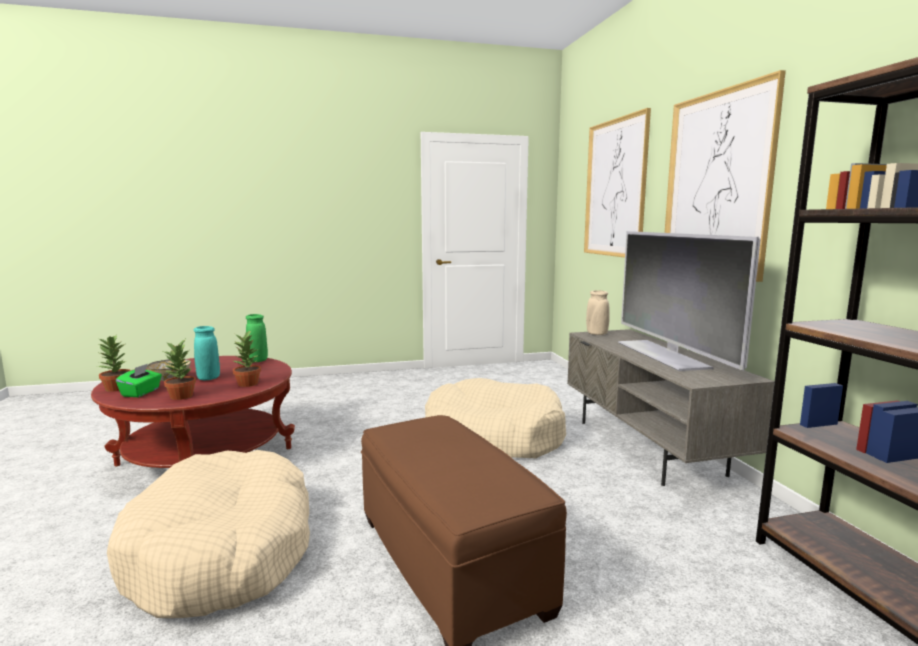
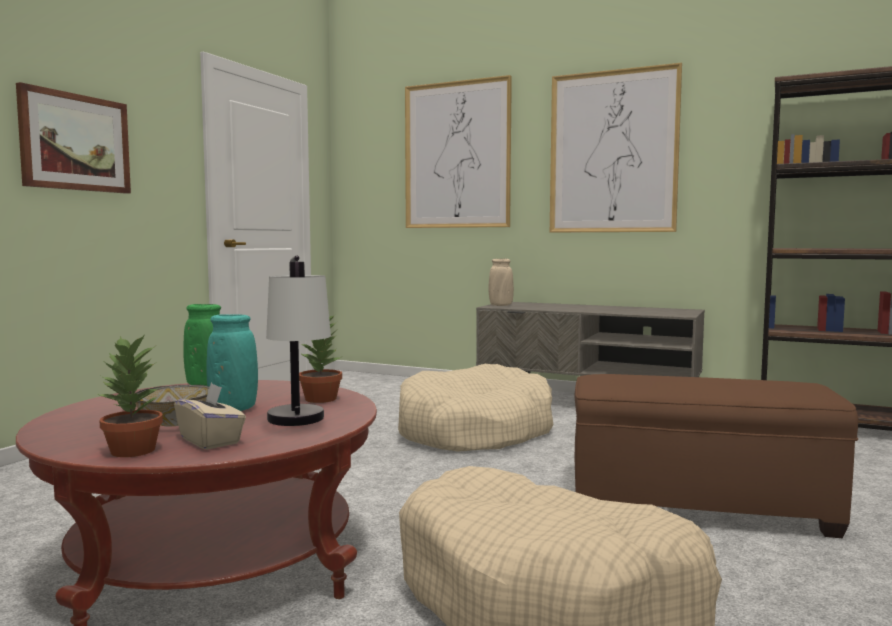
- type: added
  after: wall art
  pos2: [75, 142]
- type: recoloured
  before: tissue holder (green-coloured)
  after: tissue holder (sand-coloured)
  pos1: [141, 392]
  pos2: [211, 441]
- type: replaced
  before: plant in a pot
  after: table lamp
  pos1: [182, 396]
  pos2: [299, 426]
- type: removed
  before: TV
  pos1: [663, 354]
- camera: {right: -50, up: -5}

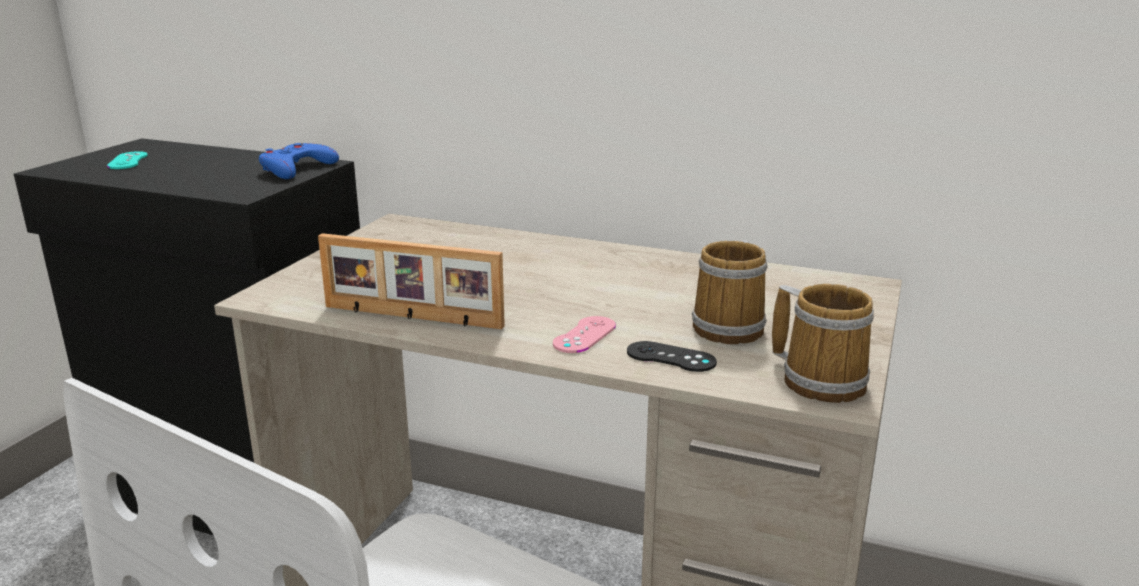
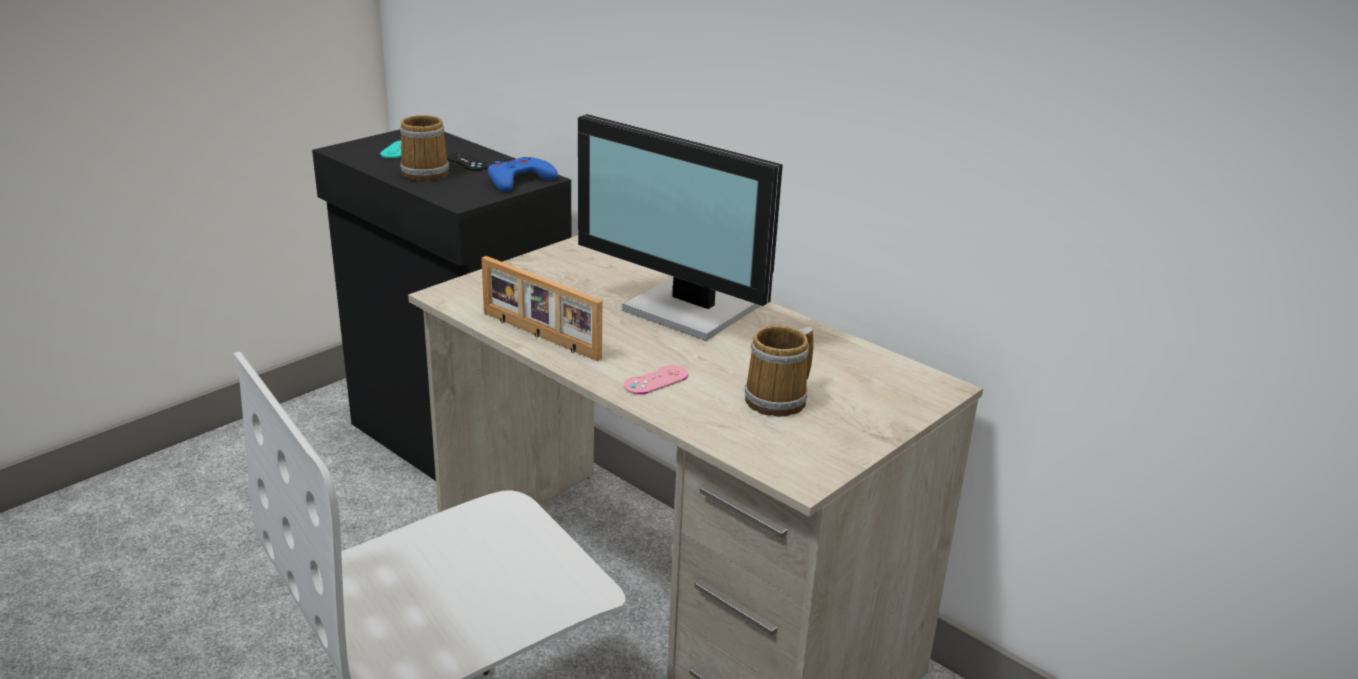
- type: moved
  before: coffee mug
  pos1: [821, 380]
  pos2: [426, 172]
- type: moved
  before: gamepad (black-coloured)
  pos1: [671, 357]
  pos2: [467, 162]
- type: added
  after: computer screen
  pos2: [691, 310]
- camera: {right: 20, up: 5}

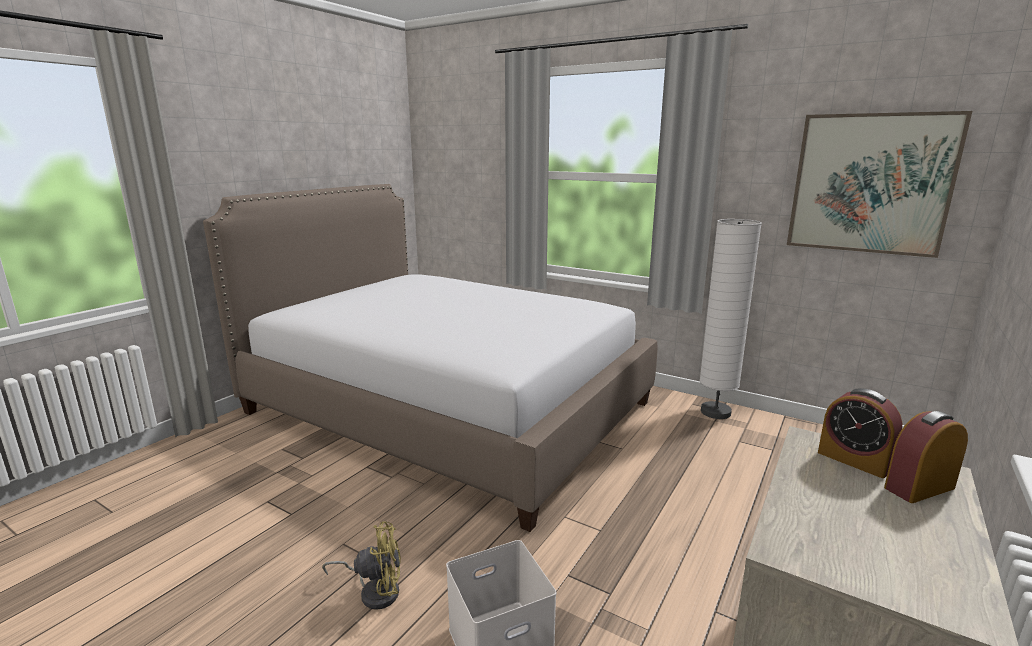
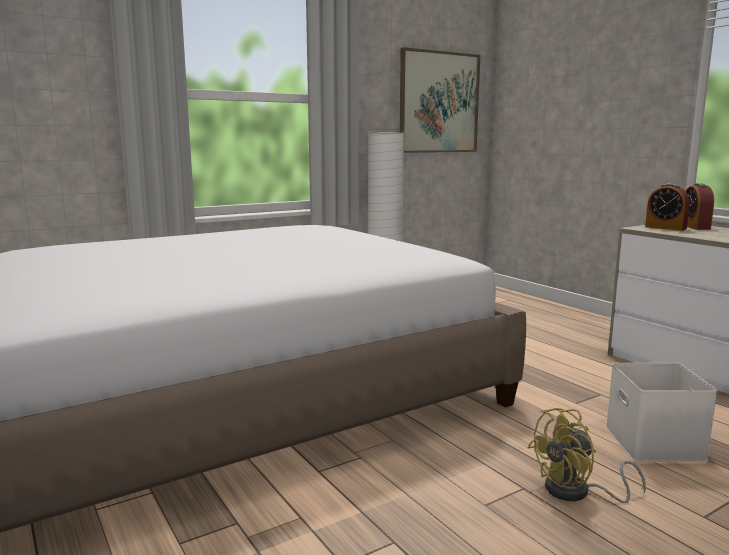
- type: turned
  before: cooling fan (yellowish)
  pos1: [375, 591]
  pos2: [577, 492]
  turn: -135
- type: turned
  before: alarm clock
  pos1: [854, 460]
  pos2: [665, 228]
  turn: 60
- camera: {right: -65, up: -5}

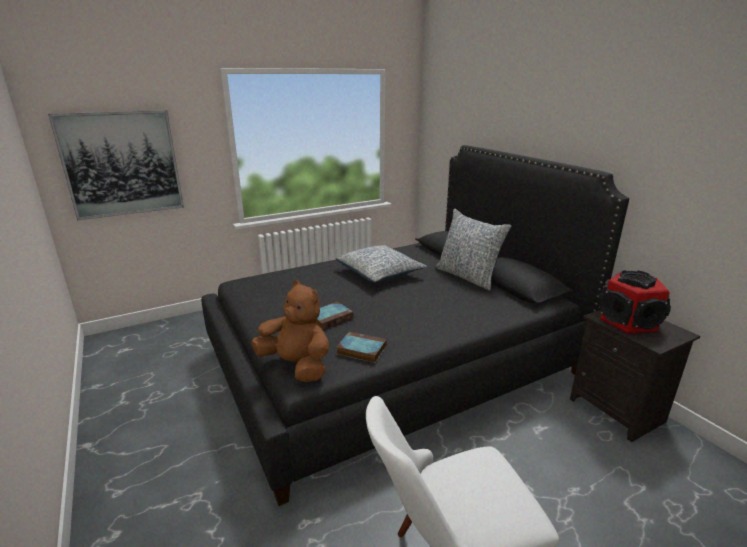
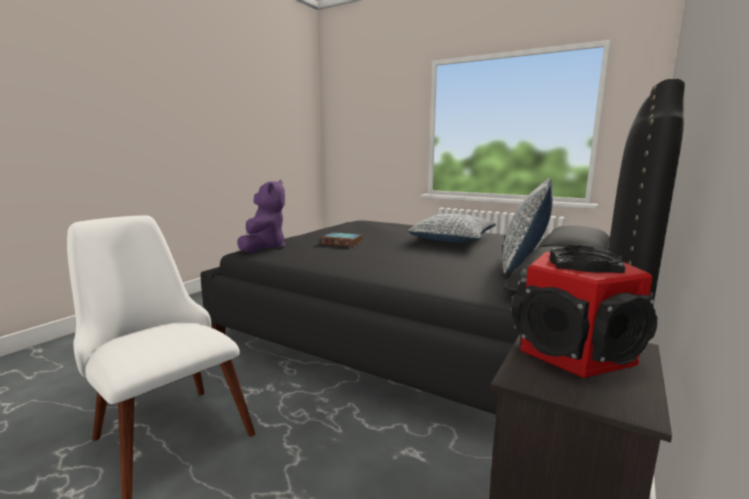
- type: recoloured
  before: cuddly toy (brown)
  after: cuddly toy (purple-coloured)
  pos1: [296, 366]
  pos2: [264, 247]
- type: removed
  before: wall art
  pos1: [122, 164]
- type: removed
  before: book
  pos1: [360, 350]
- camera: {right: 60, up: -10}

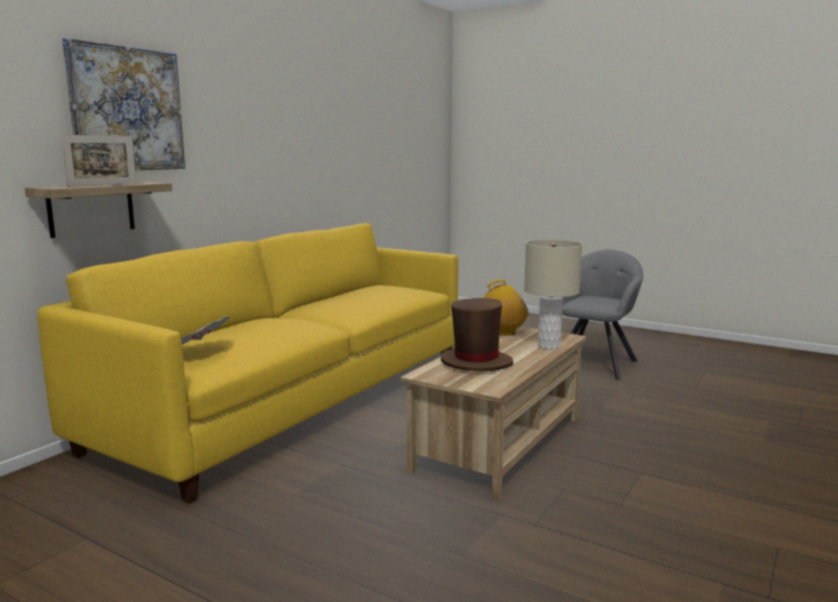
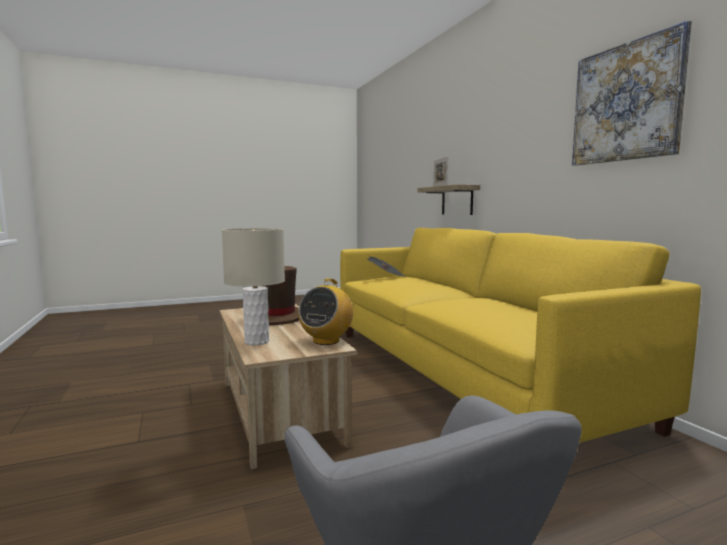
- type: moved
  before: wall art
  pos1: [127, 109]
  pos2: [626, 102]
- camera: {right: 125, up: -5}

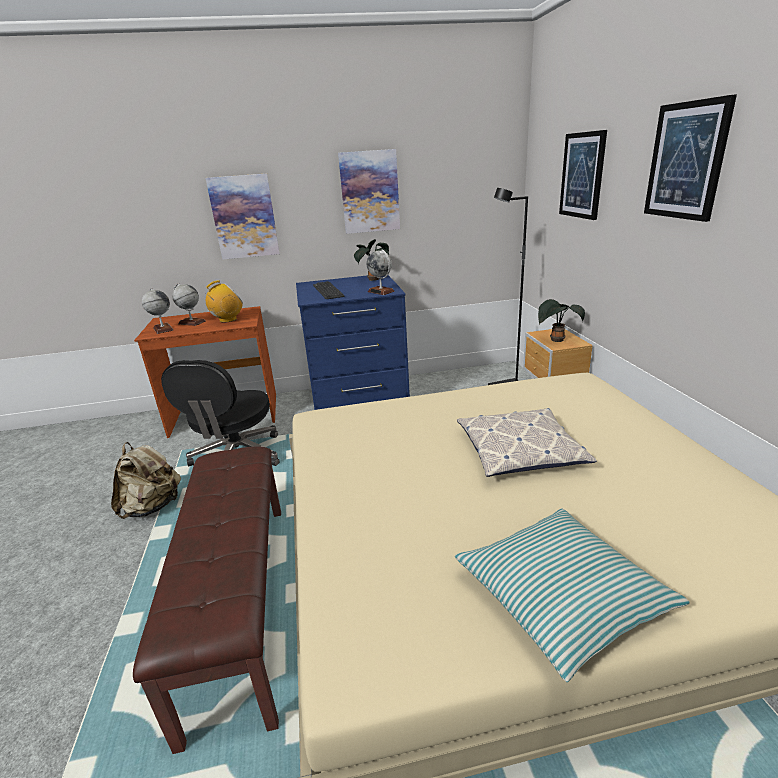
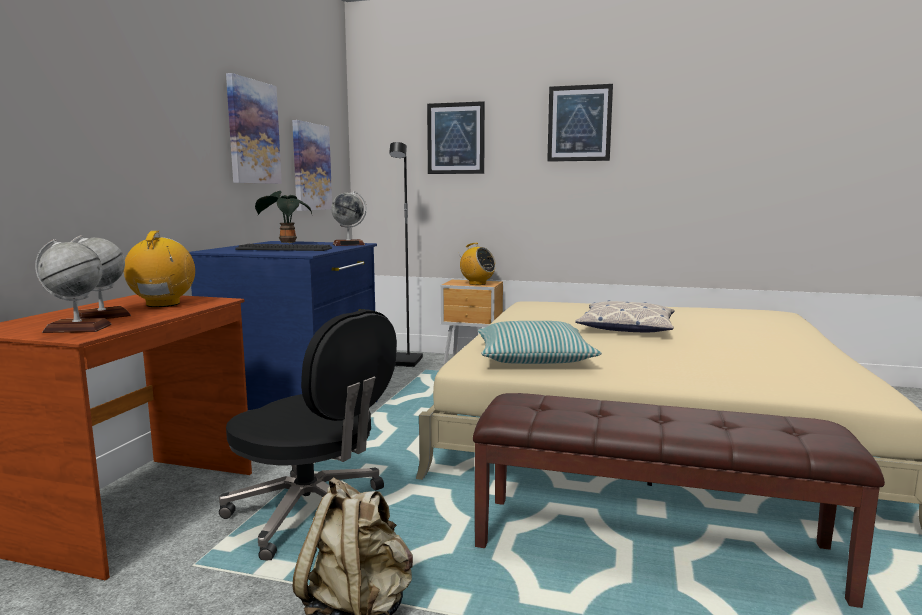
- type: moved
  before: wall art
  pos1: [244, 217]
  pos2: [311, 167]
- type: replaced
  before: plant in a pot
  after: radio receiver
  pos1: [556, 341]
  pos2: [477, 283]
- type: moved
  before: cushion
  pos1: [561, 595]
  pos2: [533, 358]
- camera: {right: -65, up: -15}

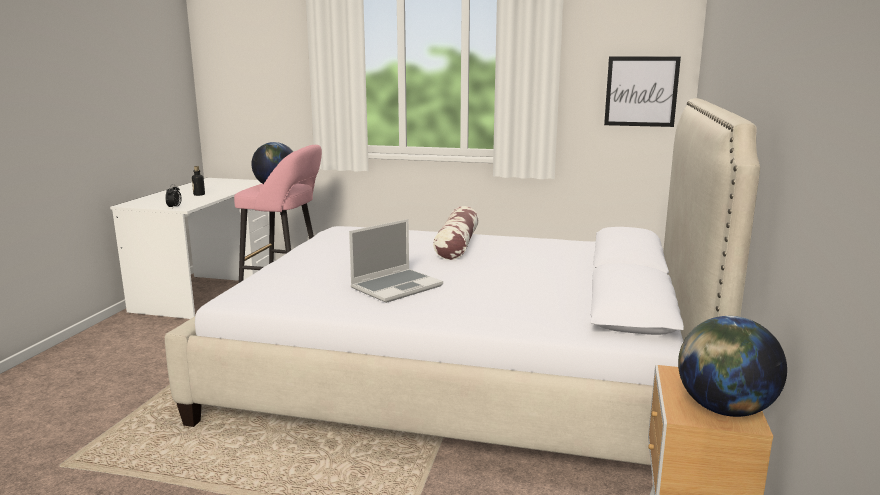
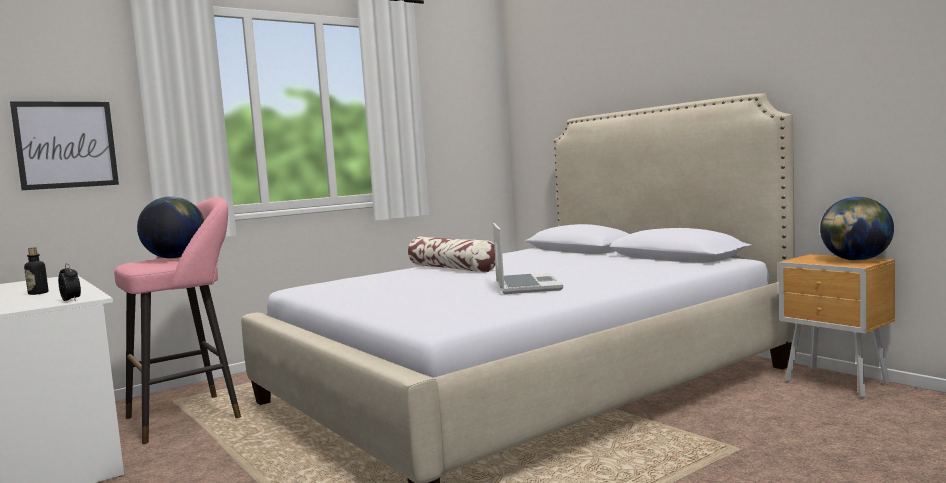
- type: moved
  before: wall art
  pos1: [641, 91]
  pos2: [66, 144]
- camera: {right: -50, up: -10}

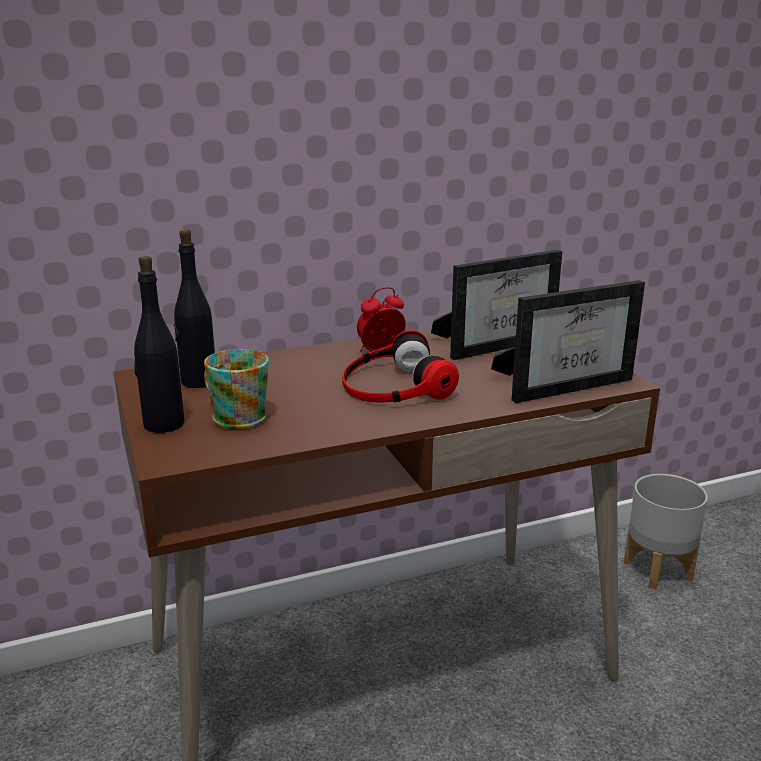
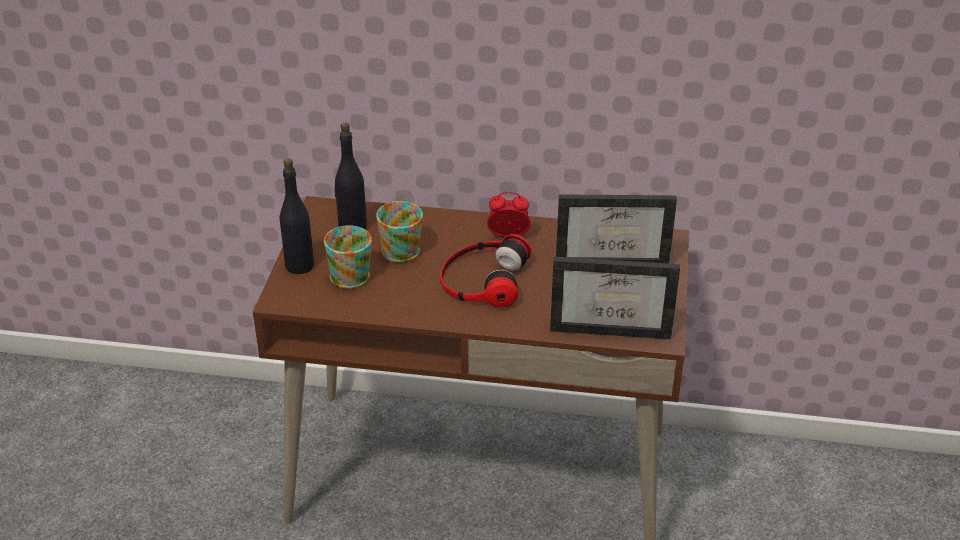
- type: added
  after: coffee mug
  pos2: [404, 248]
- type: removed
  before: flower pot (gray)
  pos1: [659, 569]
- camera: {right: 30, up: 15}

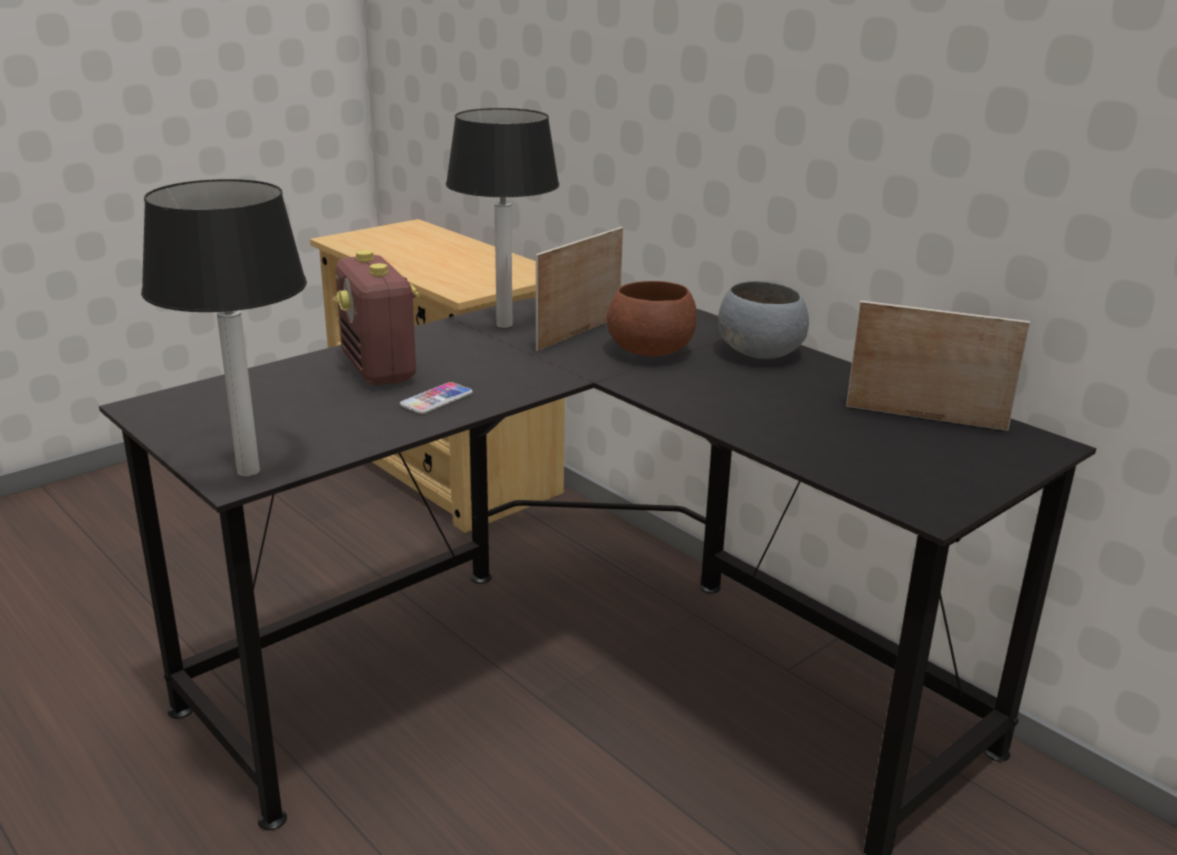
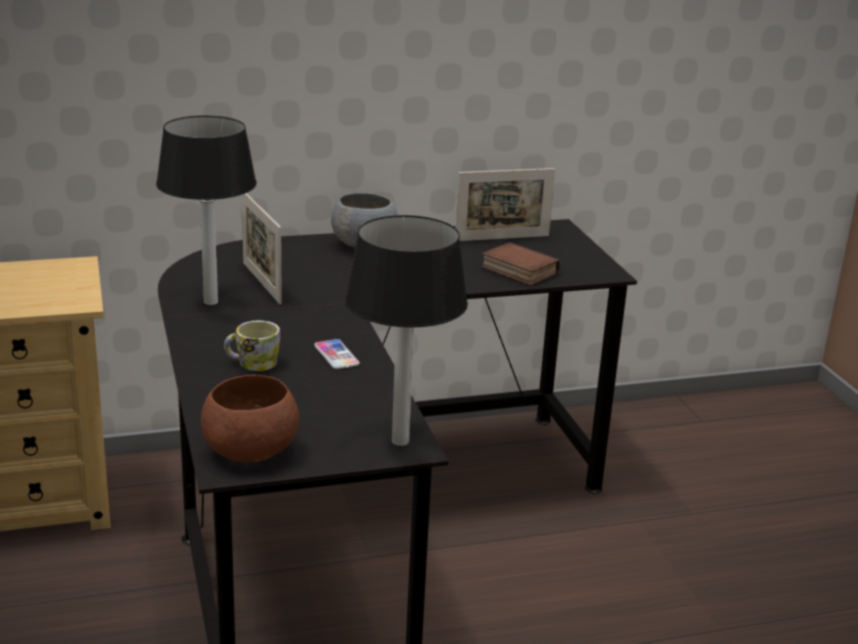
- type: moved
  before: bowl (brown)
  pos1: [650, 350]
  pos2: [249, 451]
- type: replaced
  before: radio receiver
  after: coffee mug
  pos1: [379, 369]
  pos2: [252, 363]
- type: turned
  before: photo frame
  pos1: [925, 418]
  pos2: [502, 238]
  turn: -150
- type: added
  after: book
  pos2: [517, 271]
- camera: {right: -65, up: 0}

